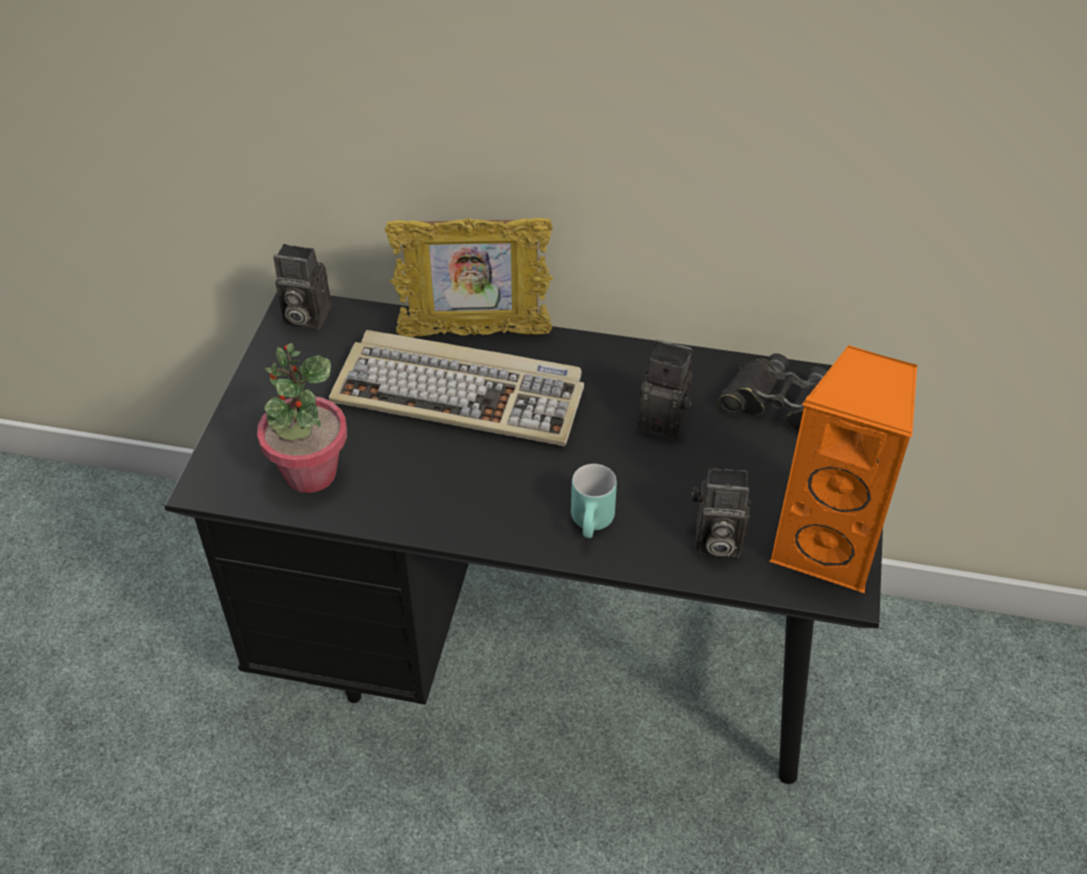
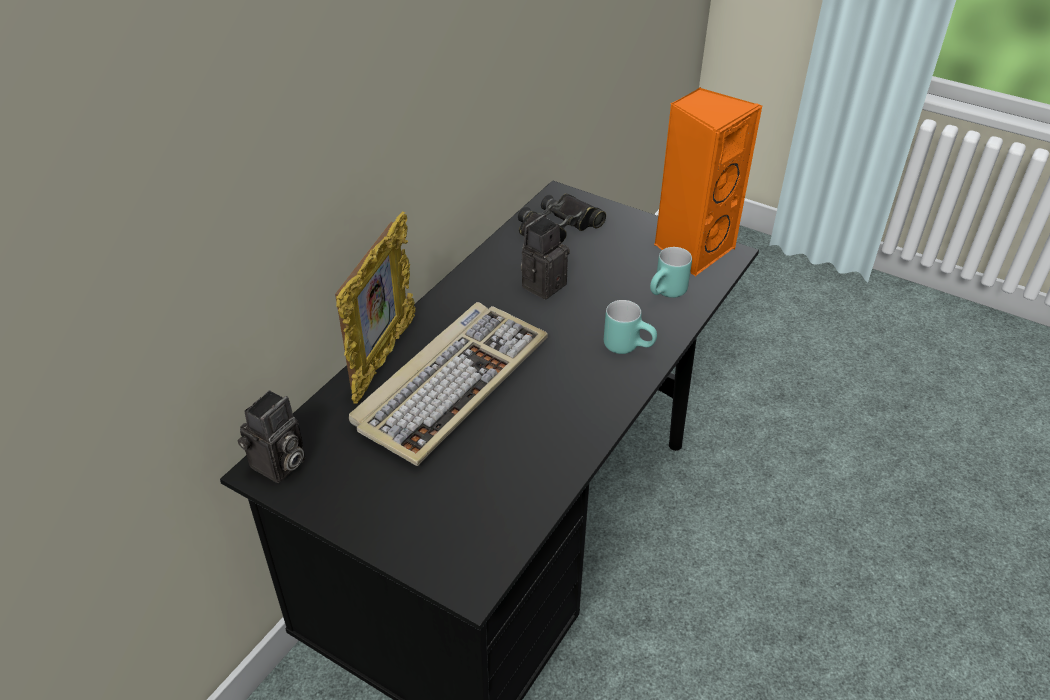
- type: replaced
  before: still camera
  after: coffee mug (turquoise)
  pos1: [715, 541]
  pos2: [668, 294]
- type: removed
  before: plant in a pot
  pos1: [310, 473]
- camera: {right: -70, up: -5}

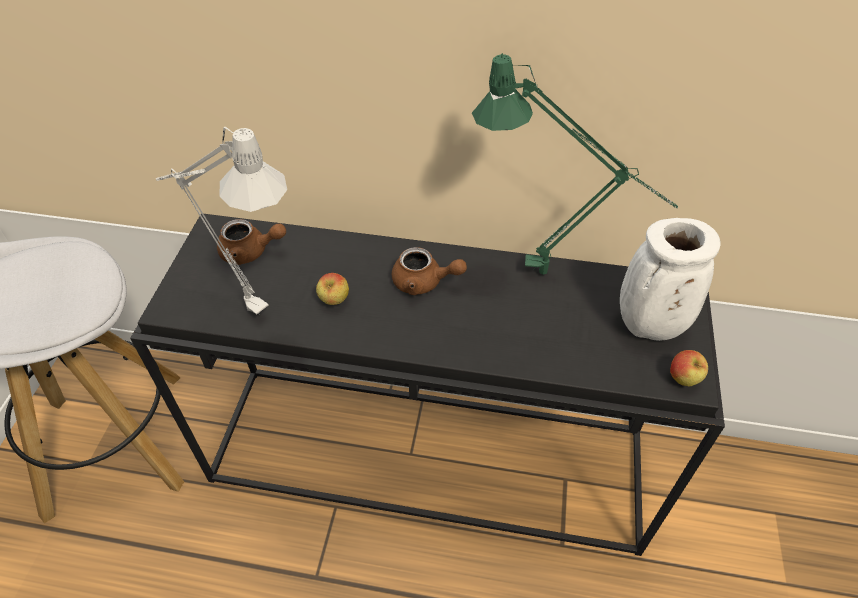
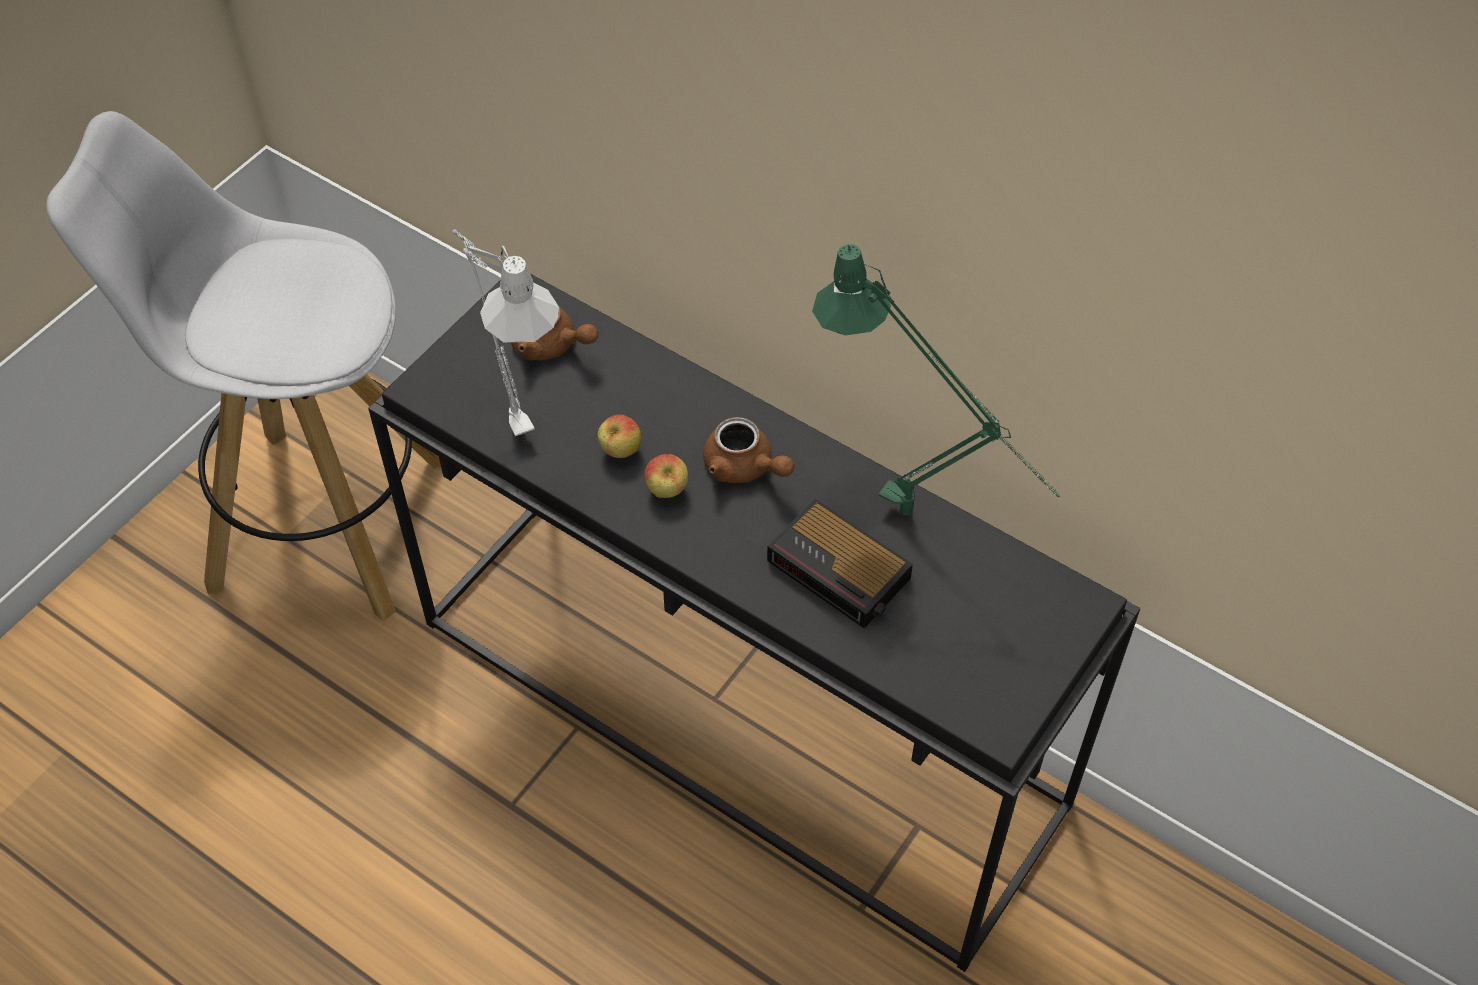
- type: moved
  before: apple
  pos1: [683, 379]
  pos2: [667, 491]
- type: added
  after: alarm clock
  pos2: [841, 571]
- type: removed
  before: vase (white)
  pos1: [648, 327]
- camera: {right: 25, up: 5}

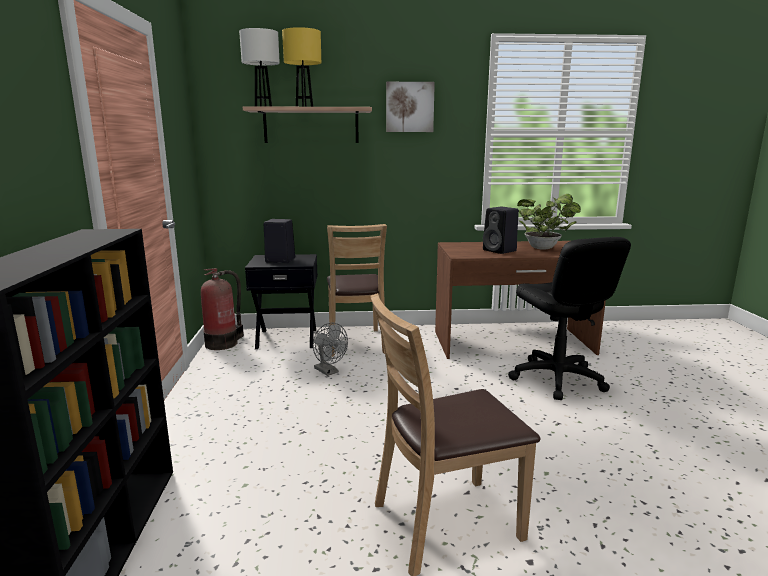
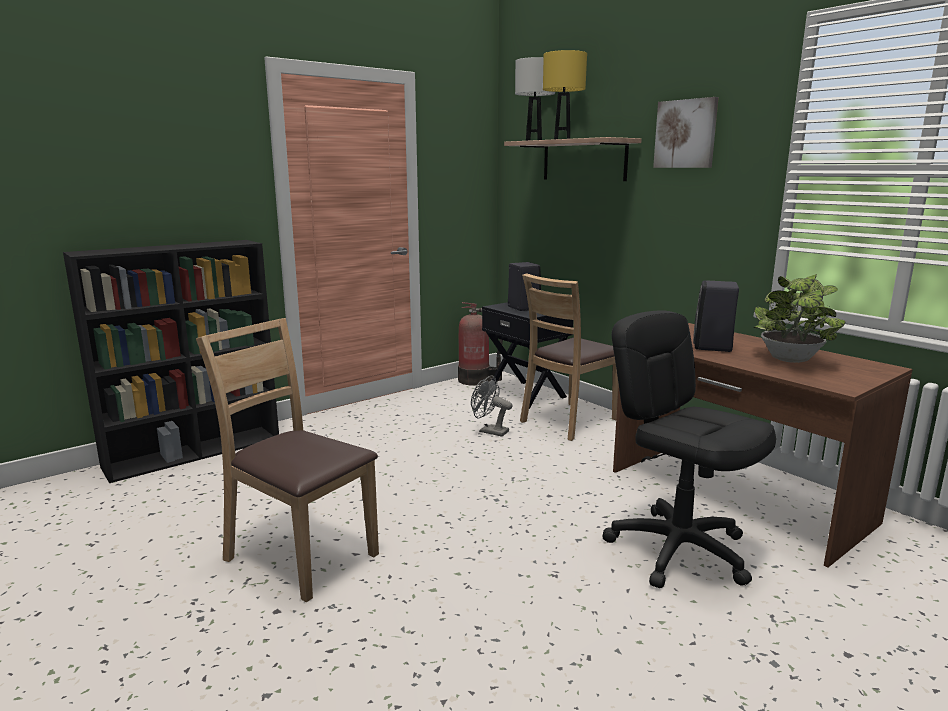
- type: turned
  before: cooling fan (gray)
  pos1: [329, 372]
  pos2: [489, 431]
  turn: 105
- type: turned
  before: office chair (black-coloured)
  pos1: [557, 379]
  pos2: [678, 550]
  turn: 105
- camera: {right: 55, up: 0}

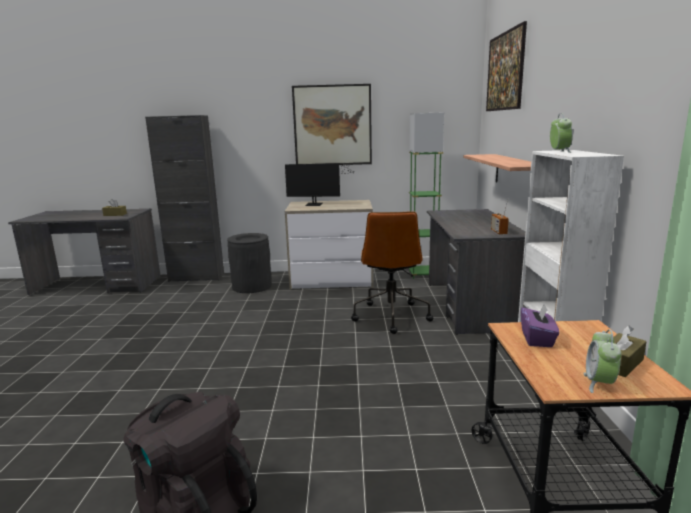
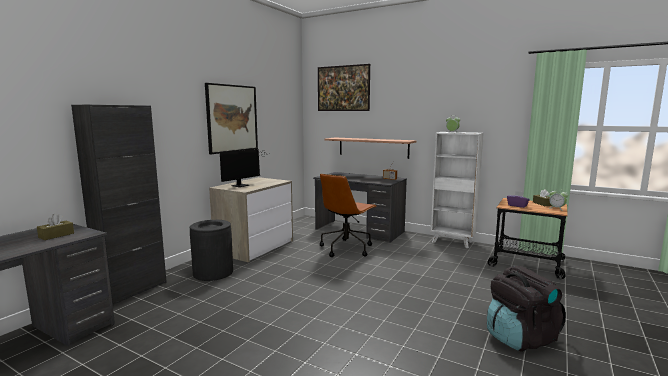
- type: turned
  before: office chair (brown)
  pos1: [391, 316]
  pos2: [346, 248]
  turn: 90
- type: removed
  before: floor lamp (green-coloured)
  pos1: [423, 274]
- camera: {right: -60, up: -5}

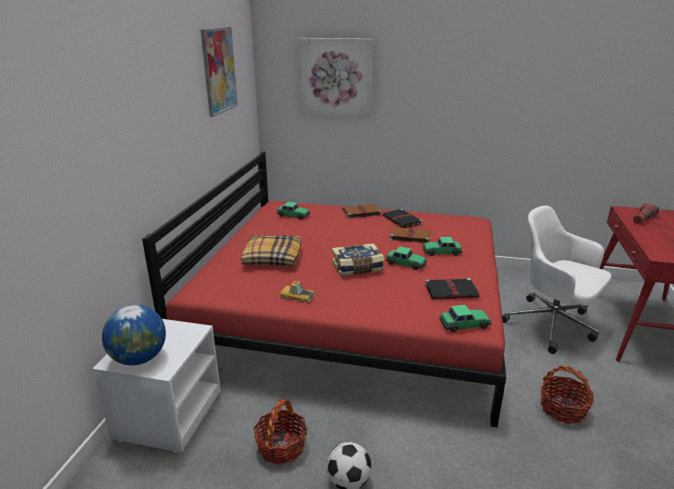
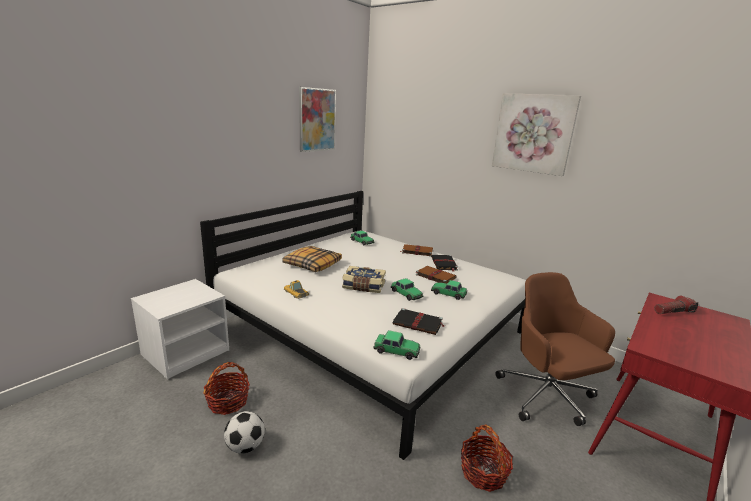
- type: recoloured
  before: sleeping bed (reddish)
  after: sleeping bed (white)
  pos1: [351, 312]
  pos2: [372, 328]
- type: moved
  before: wall art
  pos1: [335, 77]
  pos2: [533, 133]
- type: recoloured
  before: office chair (white)
  after: office chair (brown)
  pos1: [552, 325]
  pos2: [547, 397]
- type: removed
  before: globe
  pos1: [139, 359]
- camera: {right: 25, up: -5}

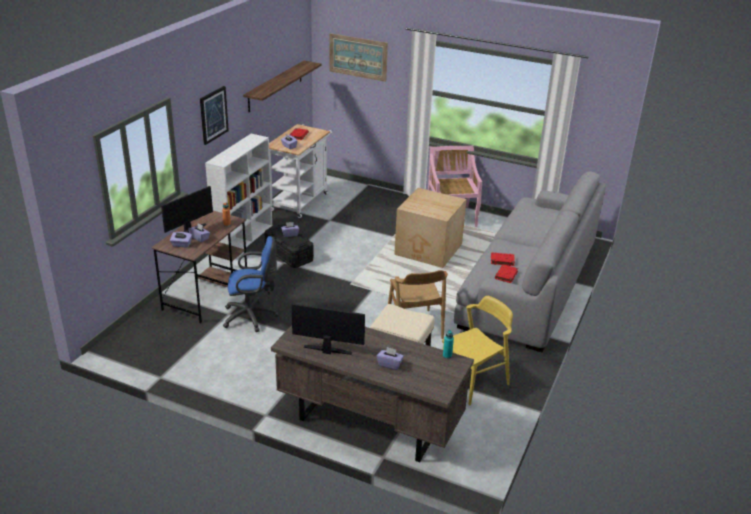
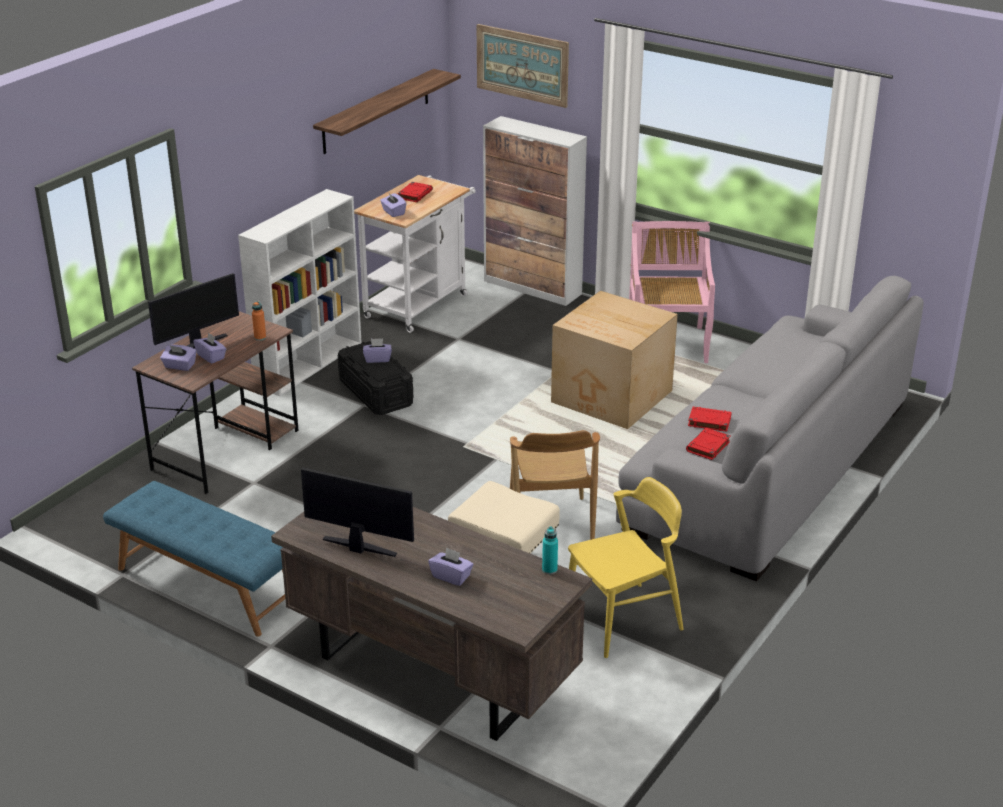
- type: added
  after: long seat (blue)
  pos2: [207, 585]
- type: added
  after: storage cabinet
  pos2: [533, 287]
- type: removed
  before: wall art
  pos1: [213, 115]
- type: removed
  before: office chair (blue)
  pos1: [252, 317]
- camera: {right: 10, up: 0}

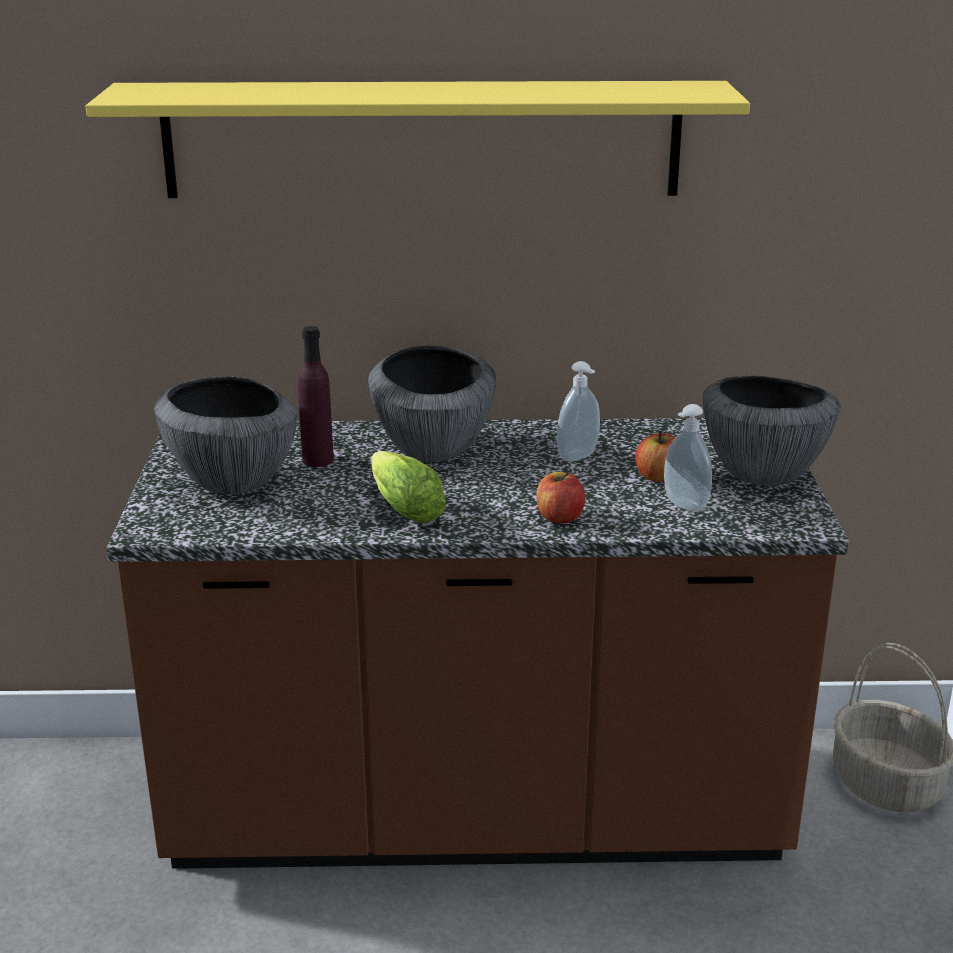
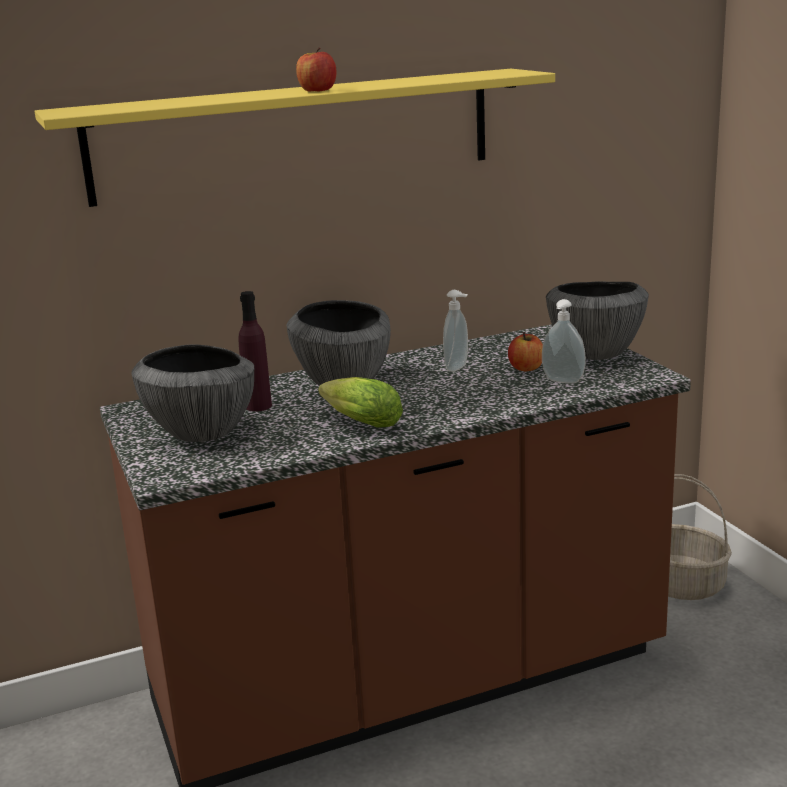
- type: moved
  before: apple
  pos1: [559, 517]
  pos2: [317, 90]
- camera: {right: -20, up: -5}

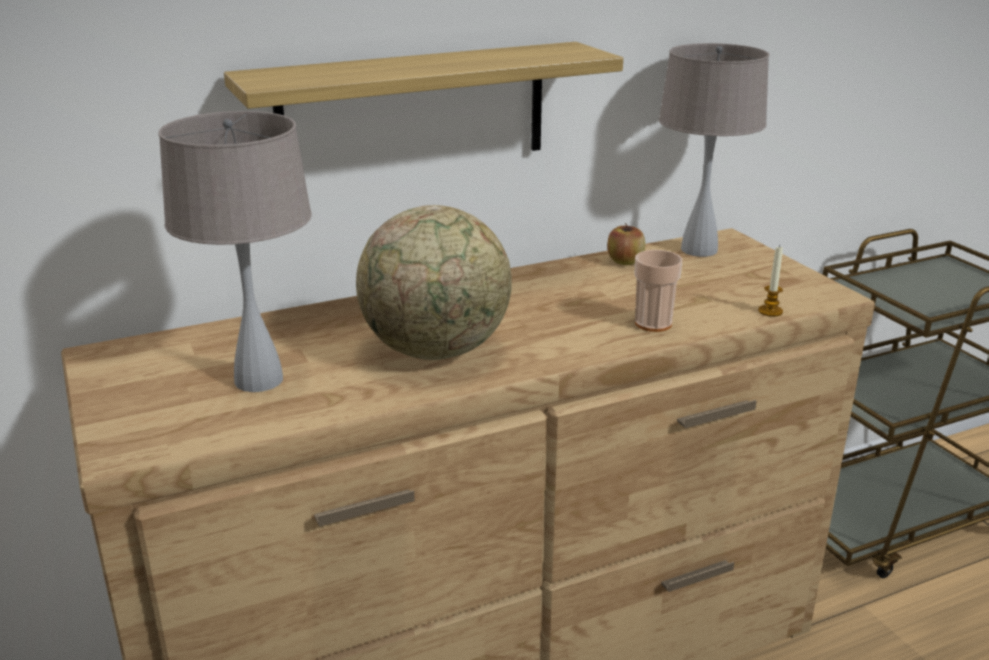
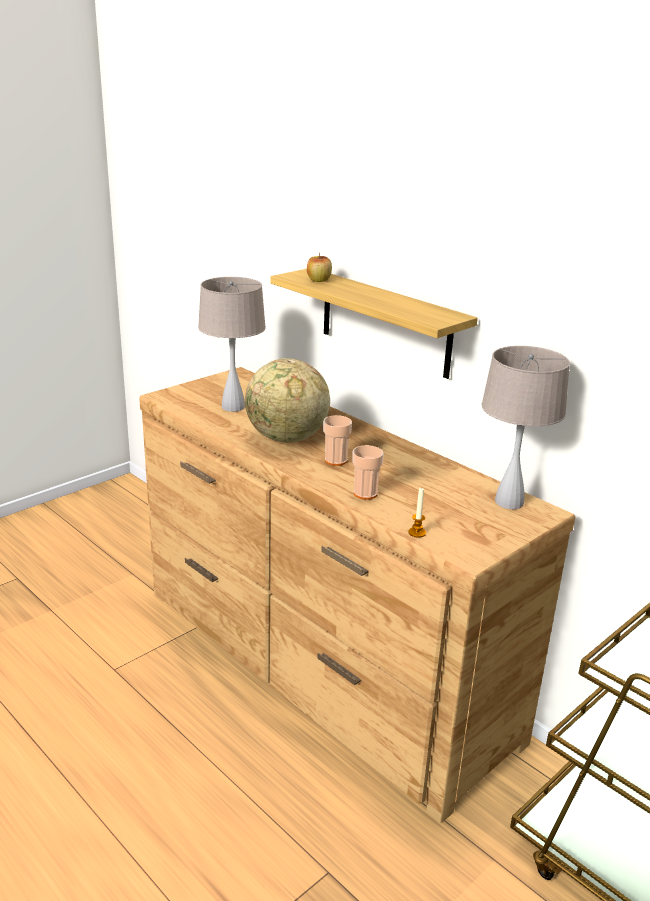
- type: moved
  before: apple
  pos1: [625, 261]
  pos2: [318, 280]
- type: added
  after: drinking cup
  pos2: [335, 460]
- camera: {right: 70, up: 0}

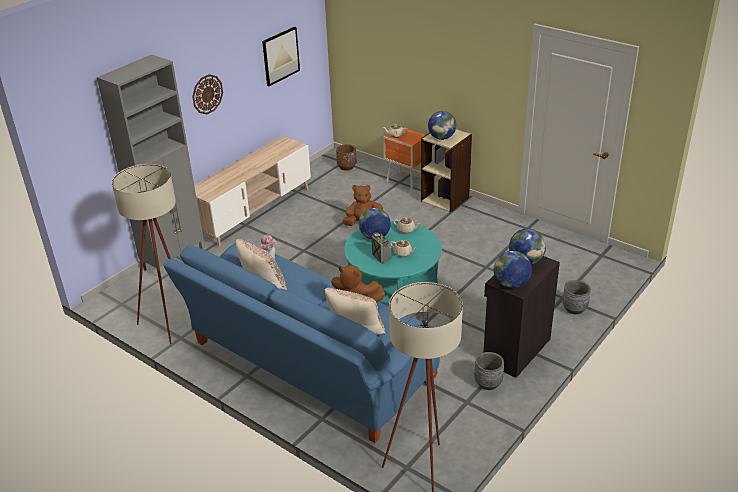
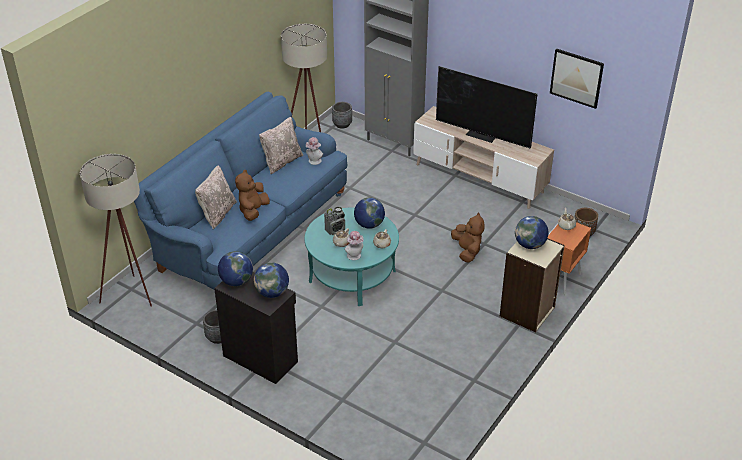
- type: moved
  before: flower pot (gray)
  pos1: [574, 308]
  pos2: [342, 124]
- type: added
  after: wearable hat
  pos2: [355, 256]
- type: added
  after: TV
  pos2: [482, 135]
- type: removed
  before: hanging clock
  pos1: [207, 94]
- camera: {right: 85, up: 5}

